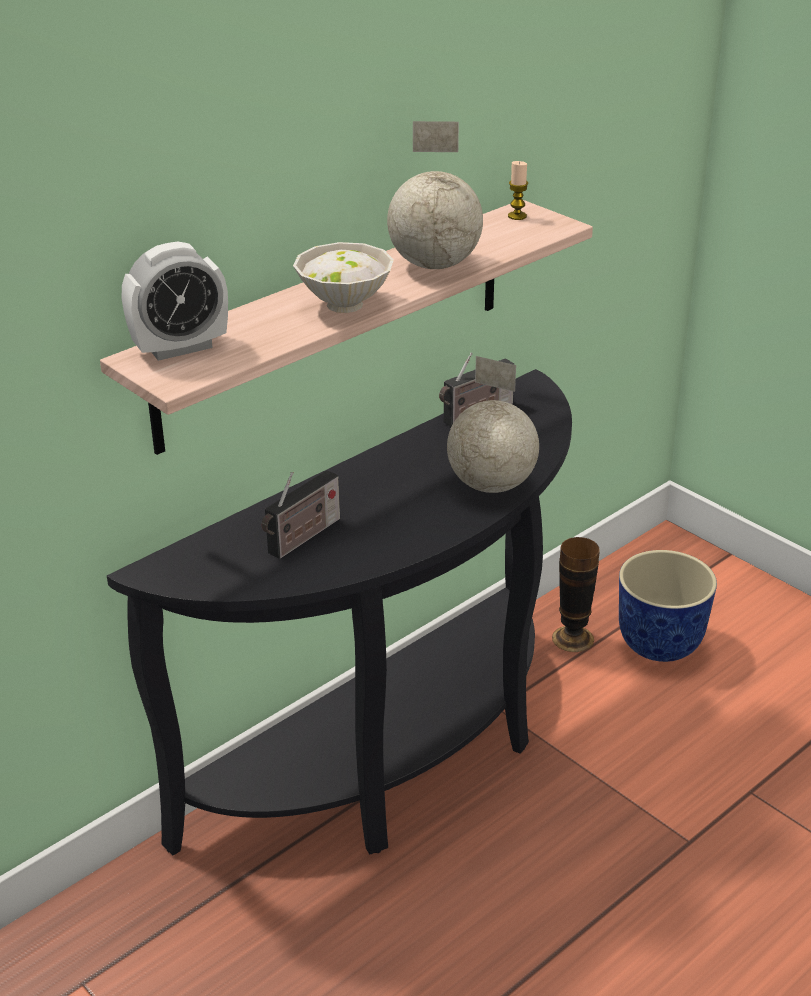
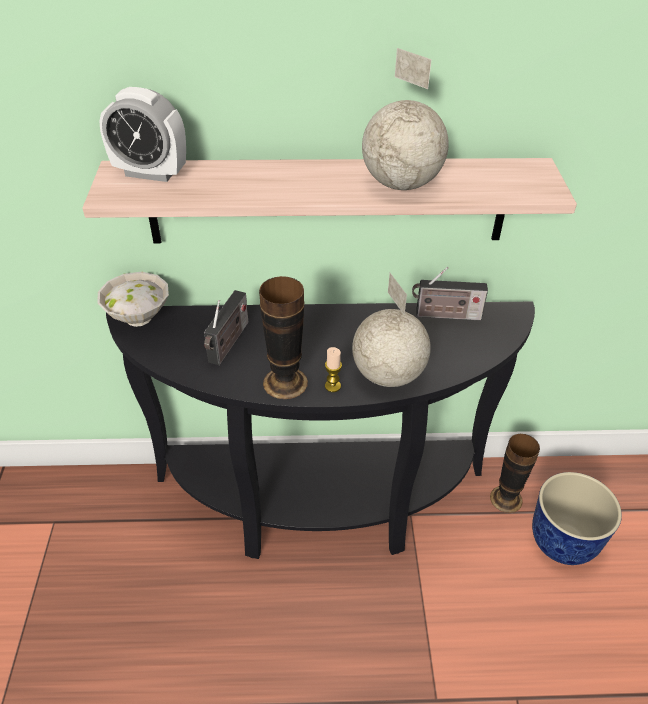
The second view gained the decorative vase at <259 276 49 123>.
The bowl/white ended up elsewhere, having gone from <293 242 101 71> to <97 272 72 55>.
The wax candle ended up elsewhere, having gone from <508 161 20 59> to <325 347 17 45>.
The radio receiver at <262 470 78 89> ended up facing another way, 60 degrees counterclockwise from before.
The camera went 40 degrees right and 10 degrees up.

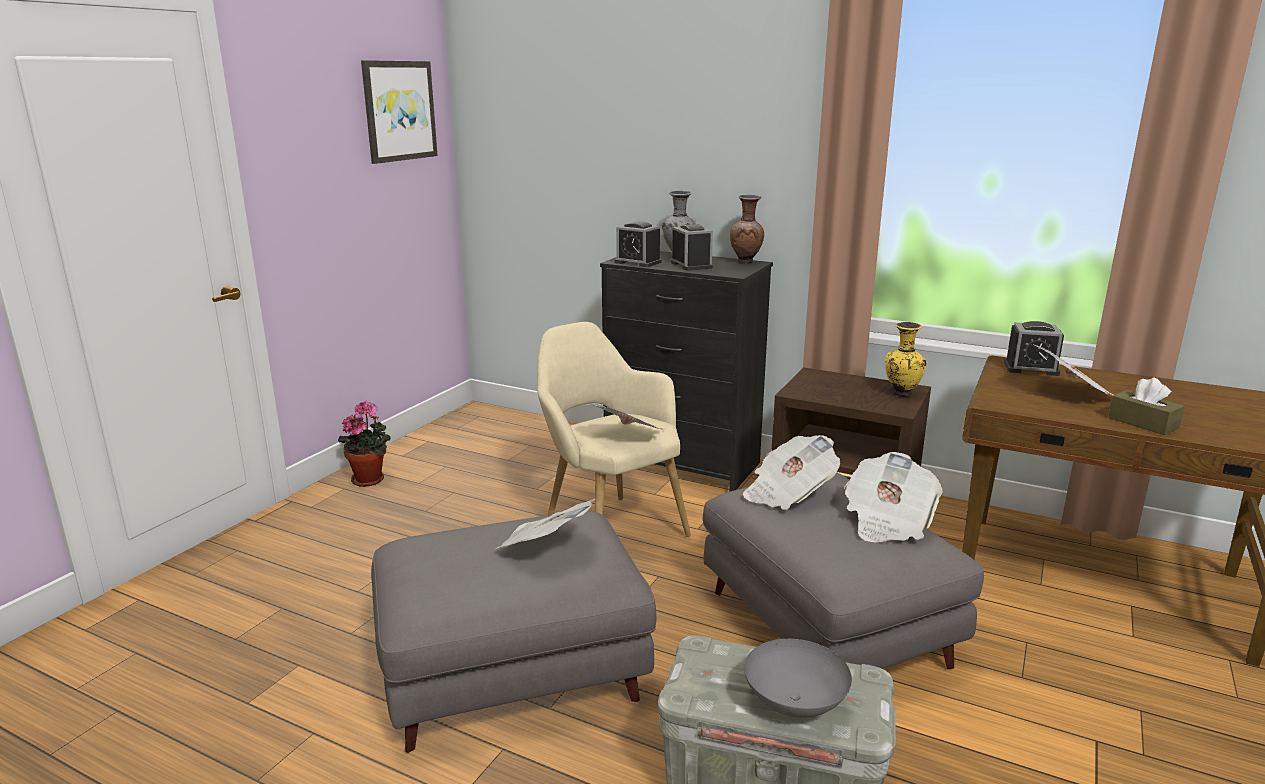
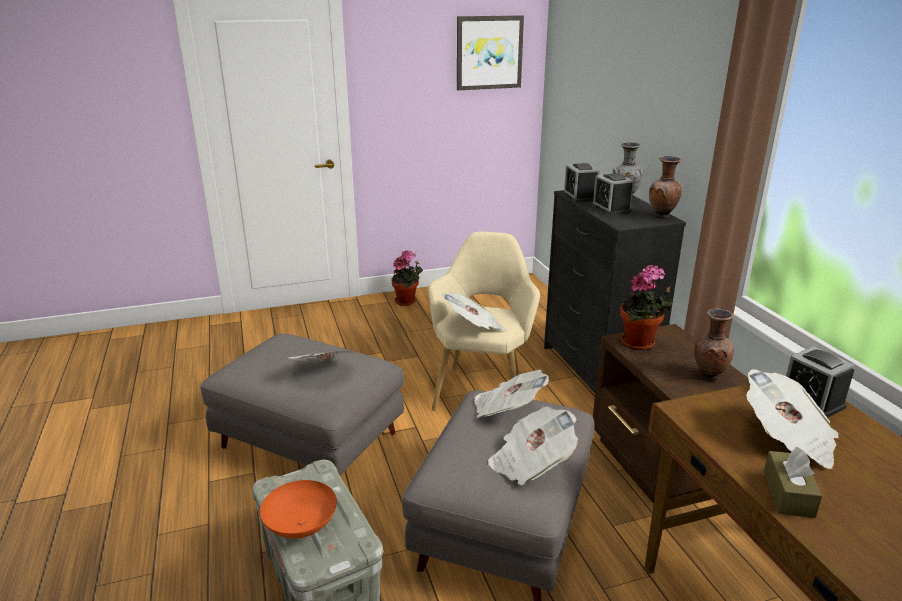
The second view gained the plant in a pot at <621 265 52 85>.
What was the bowl/grey at <744 639 108 79> turned into the bowl/orange at <260 480 77 59>.
What was the decorative vase/yellow-coloured at <885 322 41 75> turned into the decorative vase/brown-coloured at <694 309 40 72>.
The table clock at <671 224 42 47> ended up facing another way, 135 degrees clockwise from before.
The camera went 45 degrees right and 5 degrees up.

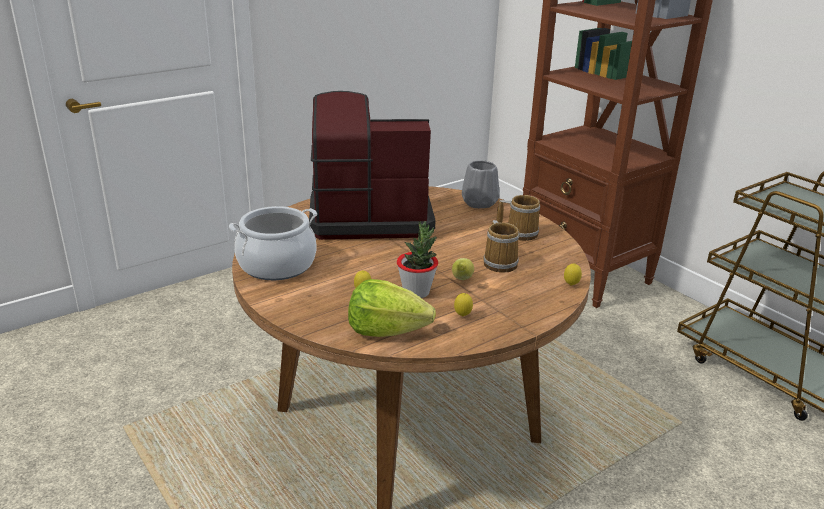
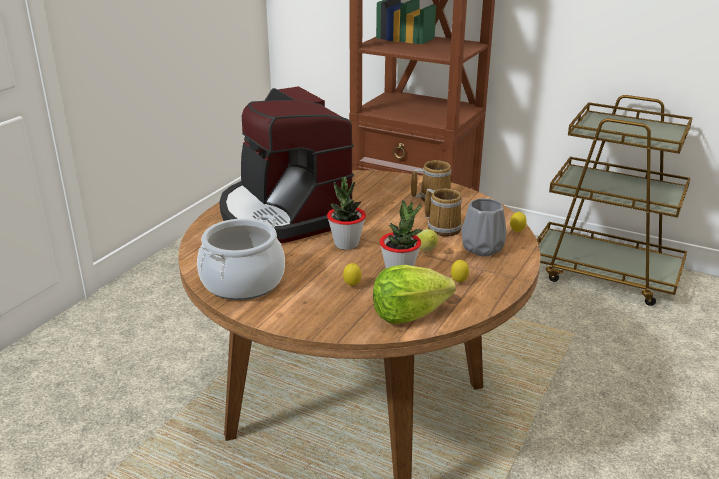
The second view gained the plant in a pot at <327 177 39 73>.
The decorative vase/grey ended up elsewhere, having gone from <462 161 37 47> to <461 198 46 58>.
The coffee brewer at <309 91 127 149> ended up facing another way, 90 degrees counterclockwise from before.
The camera went 25 degrees left and 0 degrees up.

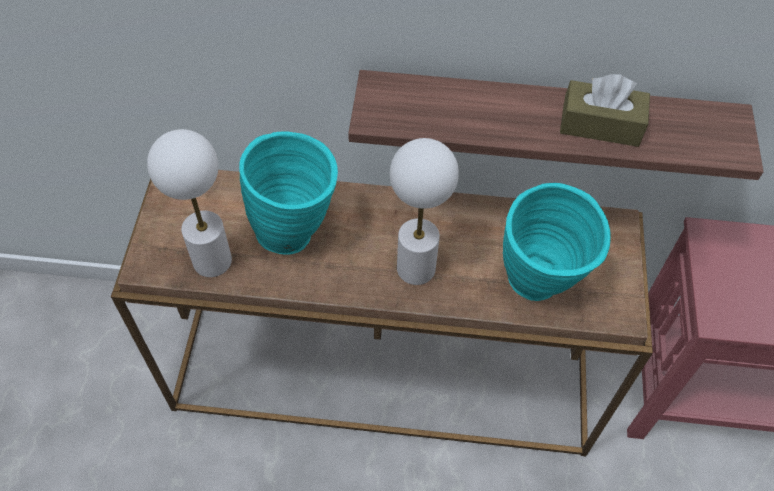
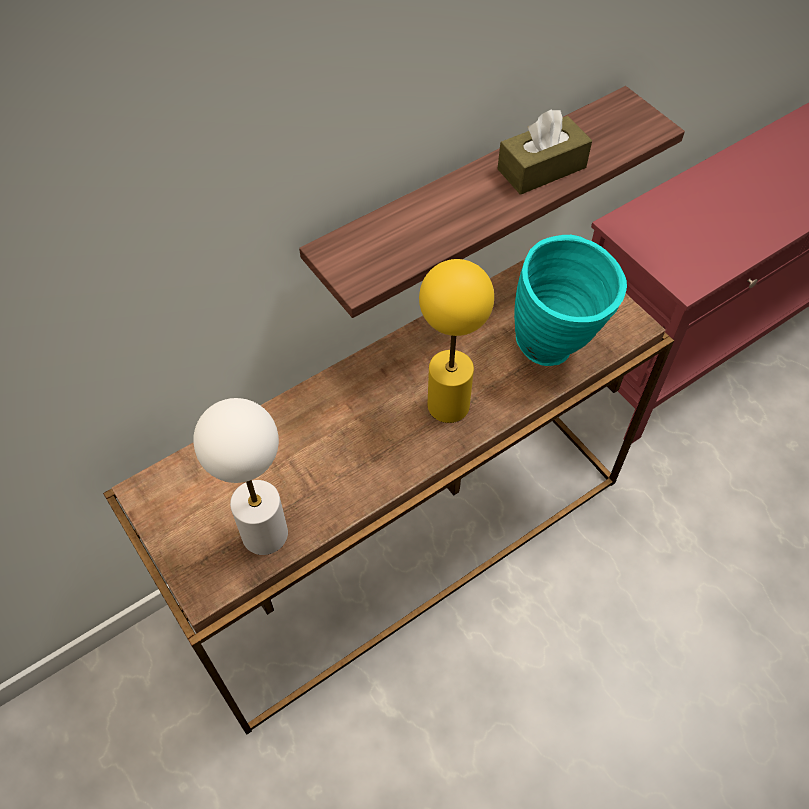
The second view lost the decorative vase/turquoise at <239 132 99 123>.
What was the tabletop lamp/white at <390 138 69 147> turned into the tabletop lamp/yellow-coloured at <419 259 75 164>.
The camera went 40 degrees left and 0 degrees up.

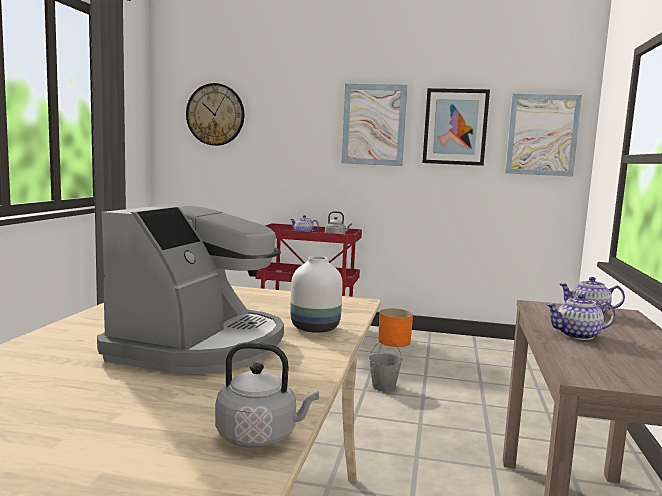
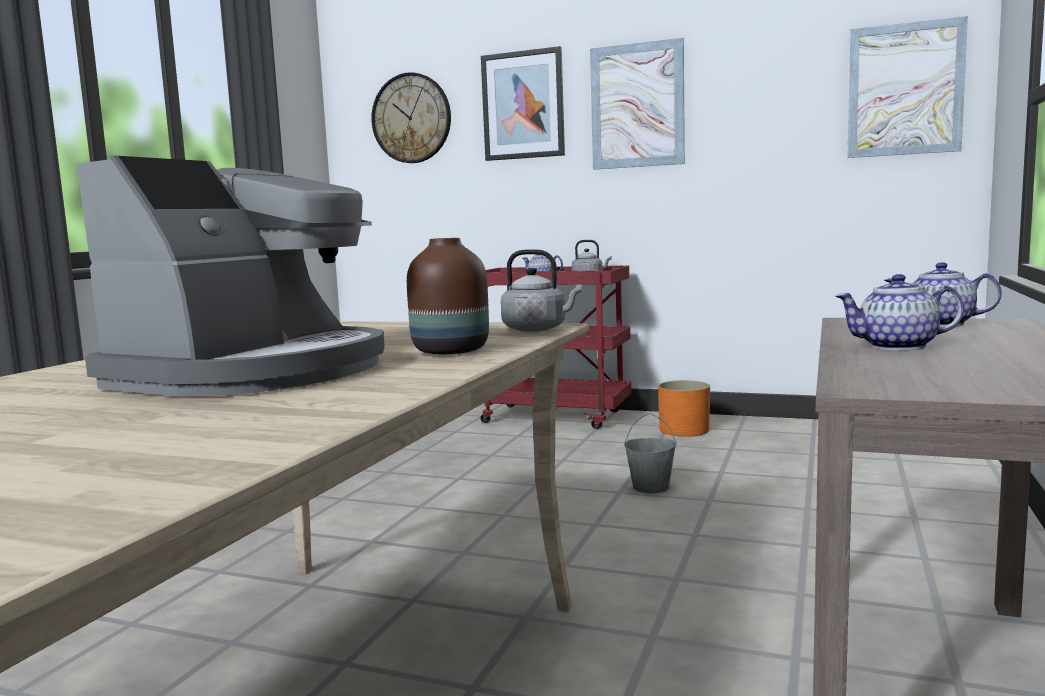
The water kettle/grey ended up elsewhere, having gone from <215 342 104 106> to <501 249 81 83>.
The wall picture ended up elsewhere, having gone from <422 88 68 78> to <481 46 84 115>.
What was the decorative vase/white at <290 256 53 77> turned into the decorative vase/brown-coloured at <407 238 82 116>.
The camera went 10 degrees right and 0 degrees up.

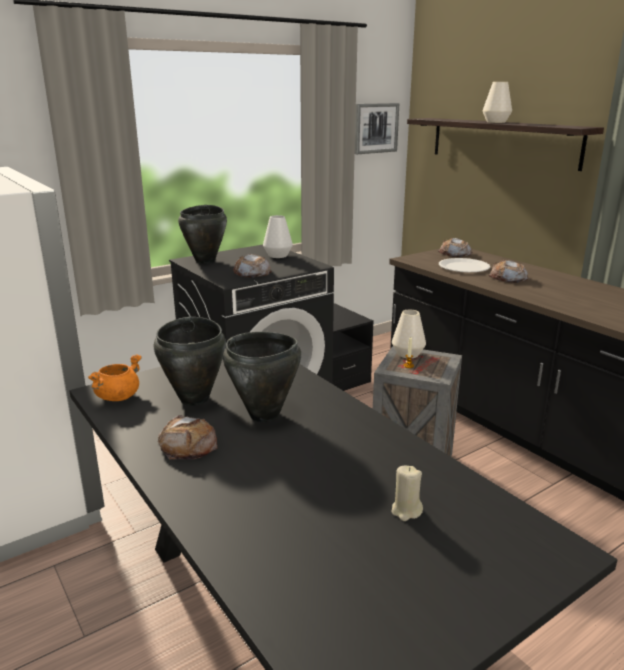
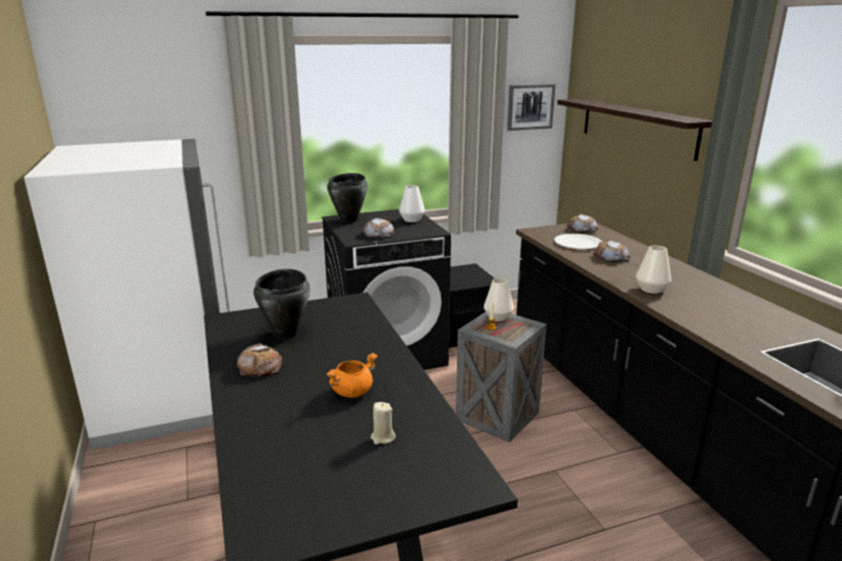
The second view lost the stockpot/black at <223 332 79 90>.
The stockpot/orange ended up elsewhere, having gone from <88 354 54 47> to <327 353 51 45>.
The decorative vase/white ended up elsewhere, having gone from <483 82 29 41> to <636 246 35 48>.
The camera went 15 degrees right and 0 degrees up.

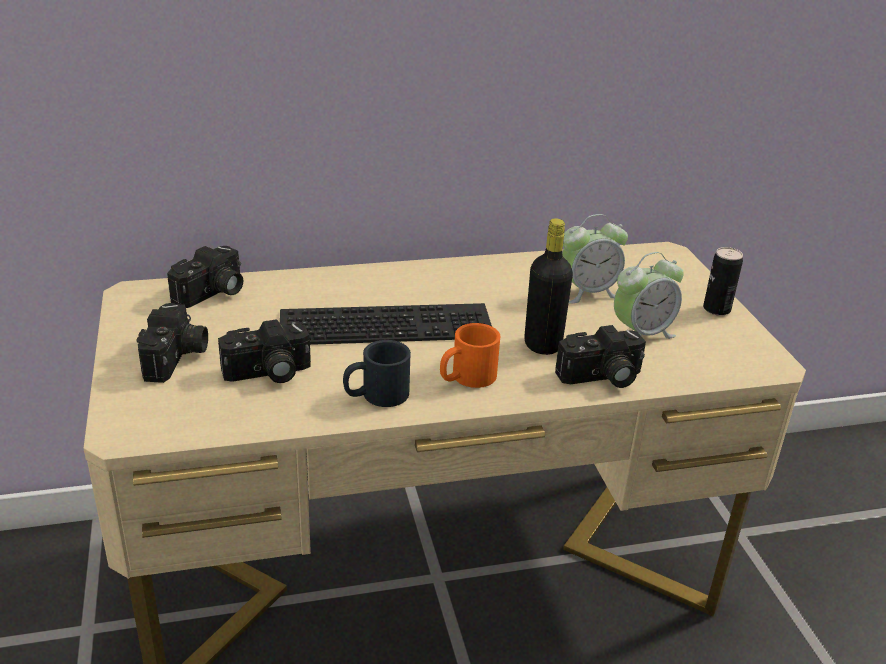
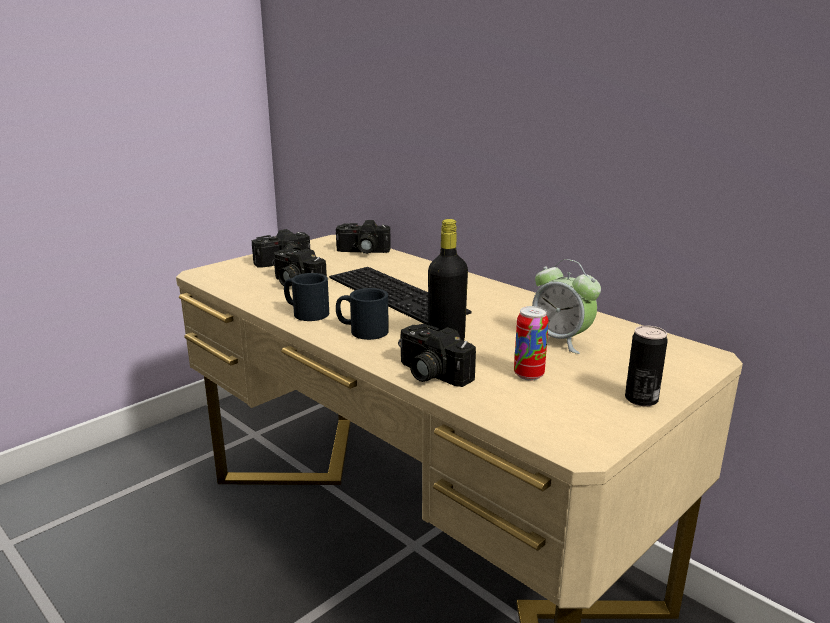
Where the table clock stood at <614 252 70 87>, the sealed can came to stand at <514 306 35 75>.
What was the coffee mug/orange at <440 323 60 65> turned into the coffee mug/black at <336 288 53 52>.
The camera went 60 degrees right and 10 degrees down.

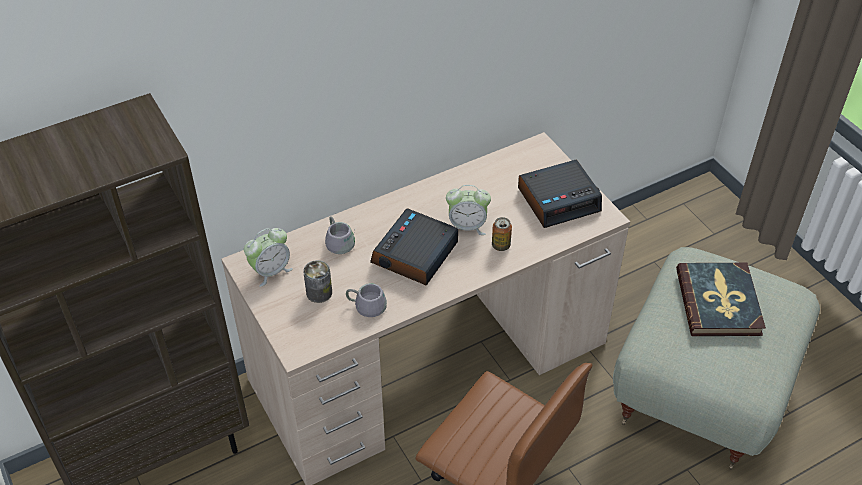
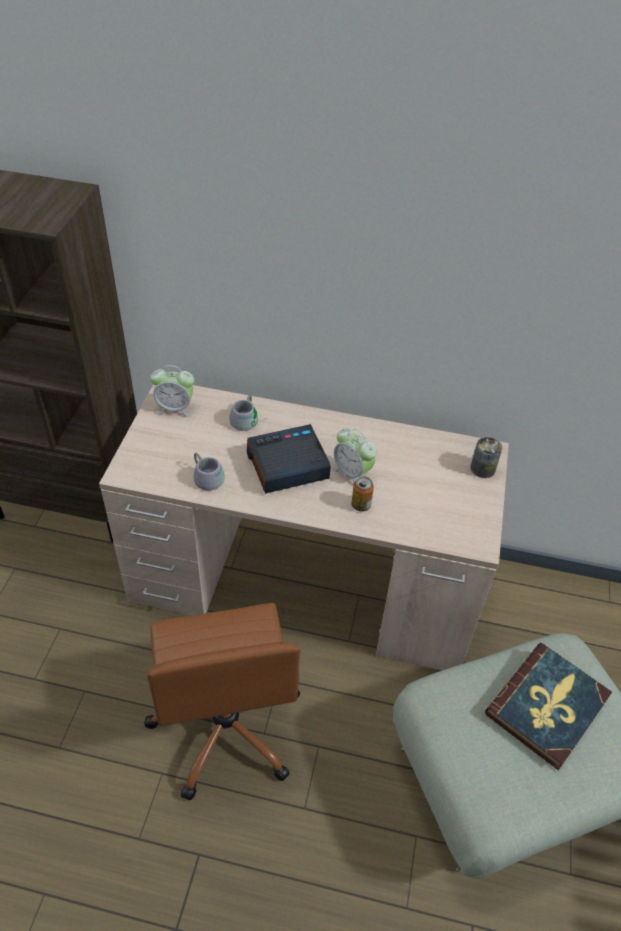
The second view lost the table clock at <518 160 84 68>.
The sealed can ended up elsewhere, having gone from <303 260 29 43> to <471 437 31 41>.
The camera went 40 degrees right and 0 degrees up.

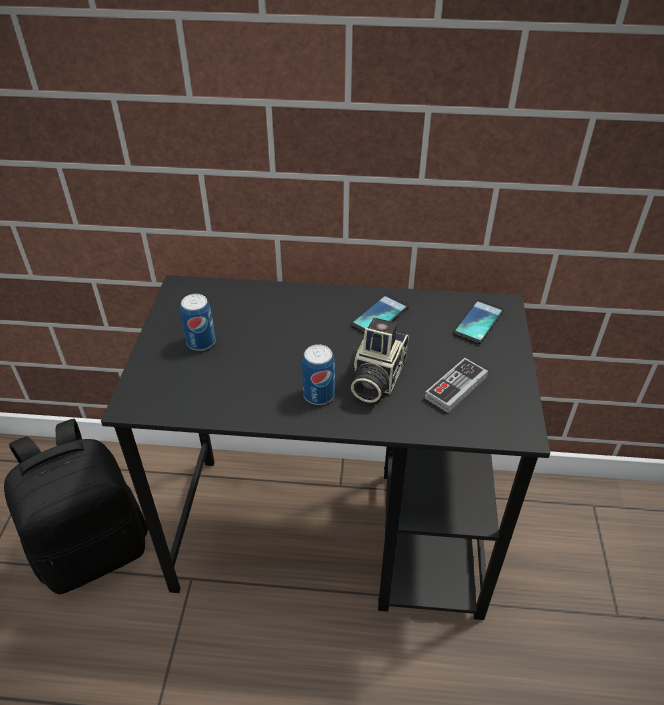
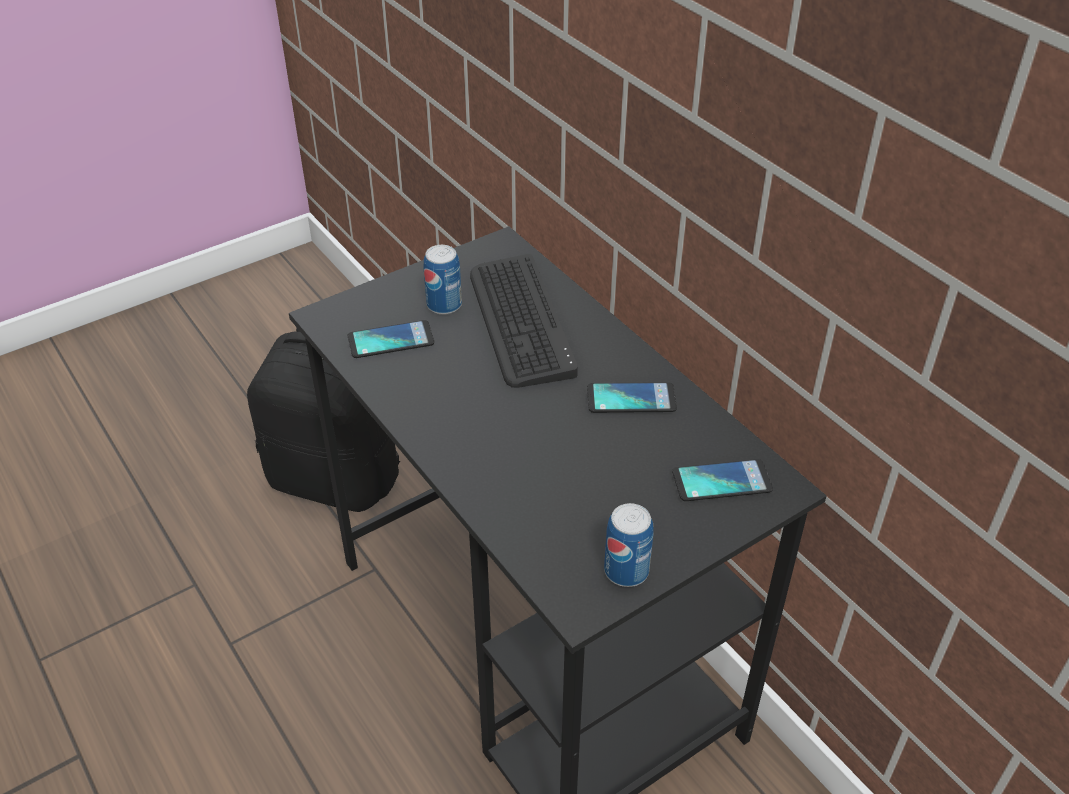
The second view lost the still camera at <349 317 60 86>.
The second view lost the game controller at <425 358 63 55>.
The second view gained the phone at <348 320 86 38>.
The second view gained the computer keyboard at <470 254 108 134>.
The sealed can ended up elsewhere, having gone from <302 344 33 61> to <604 503 50 84>.
The camera went 50 degrees right and 0 degrees up.

